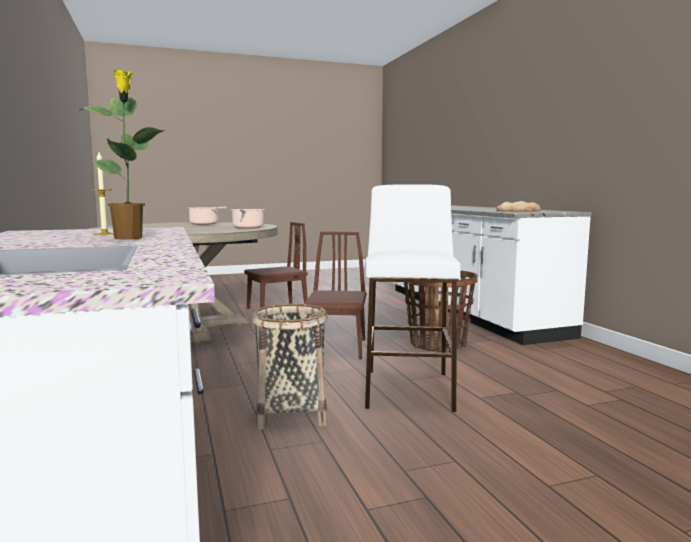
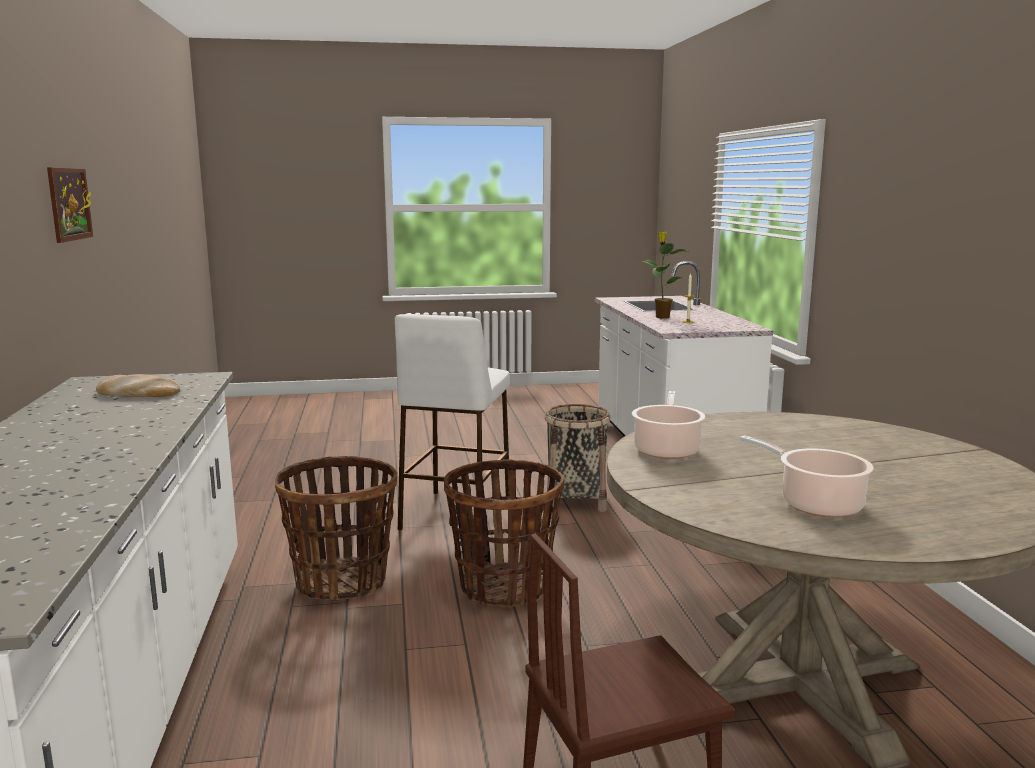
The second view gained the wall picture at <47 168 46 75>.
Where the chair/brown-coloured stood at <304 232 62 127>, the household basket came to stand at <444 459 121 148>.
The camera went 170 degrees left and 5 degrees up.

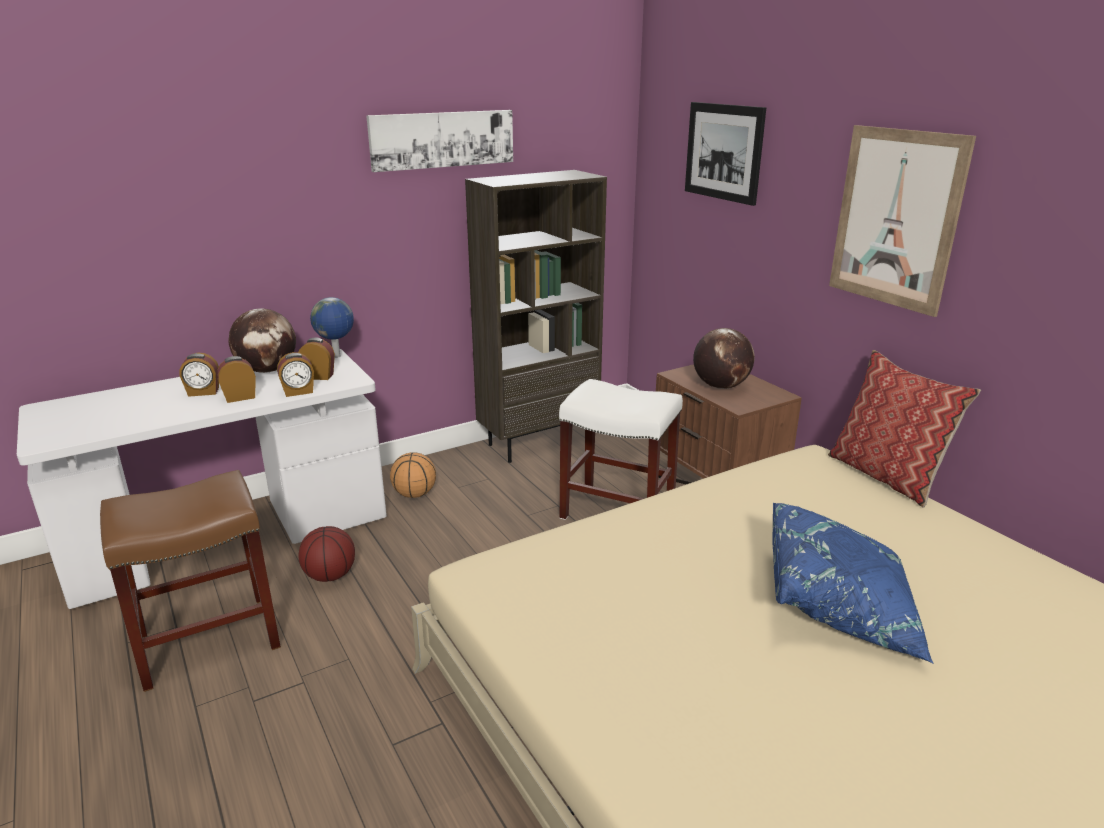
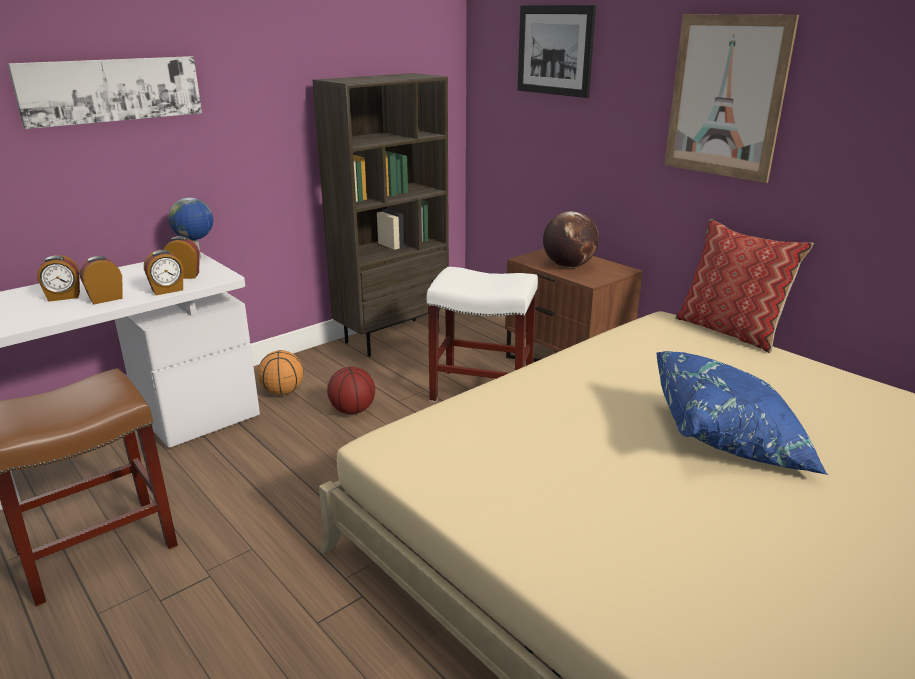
The second view lost the world globe at <228 308 68 65>.
The ball for basketball ended up elsewhere, having gone from <298 526 57 56> to <327 367 48 47>.
The wall picture ended up elsewhere, having gone from <366 110 147 62> to <7 56 195 73>.
The camera went 10 degrees left and 0 degrees up.

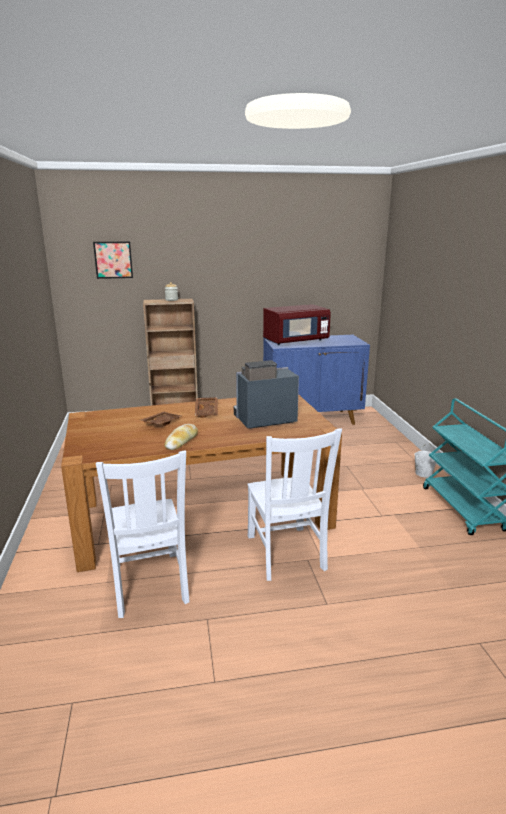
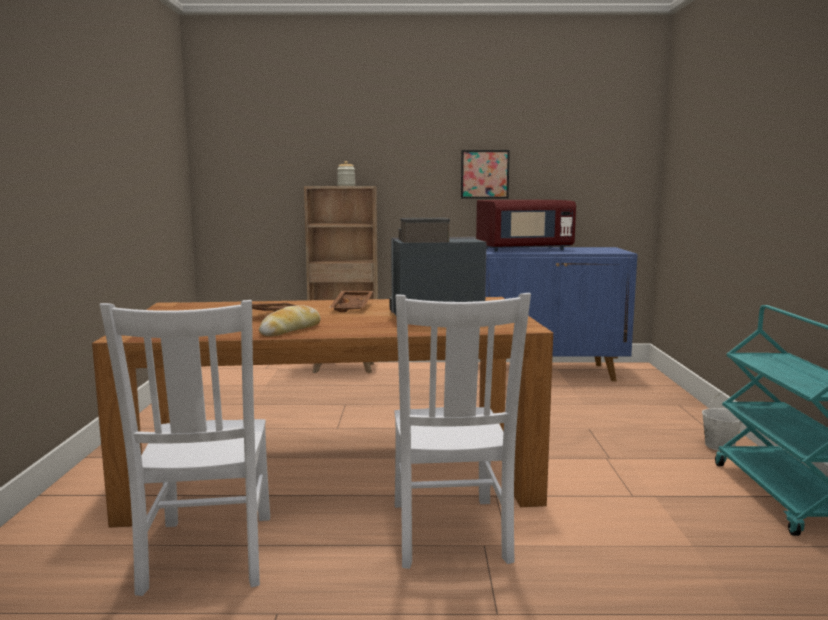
The wall picture ended up elsewhere, having gone from <93 242 40 37> to <461 150 49 49>.
The camera went 10 degrees right and 10 degrees down.

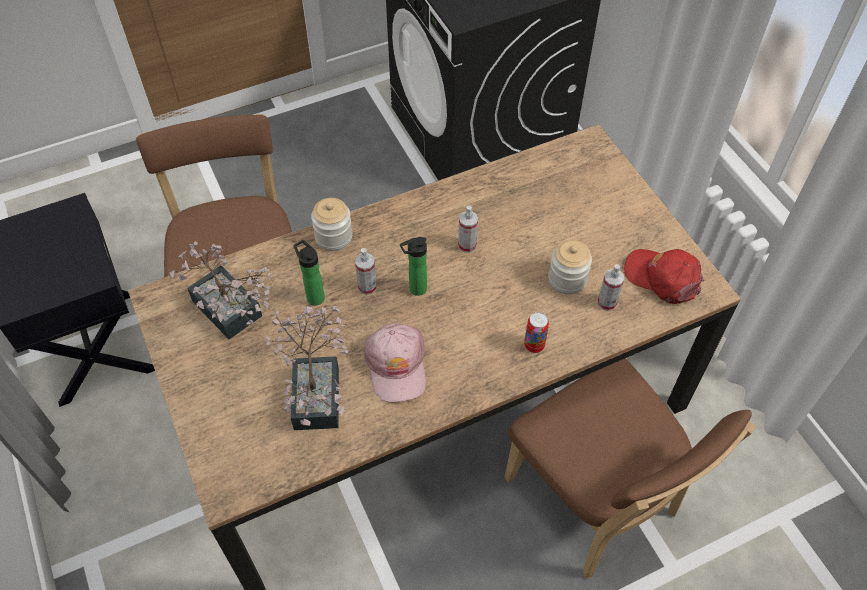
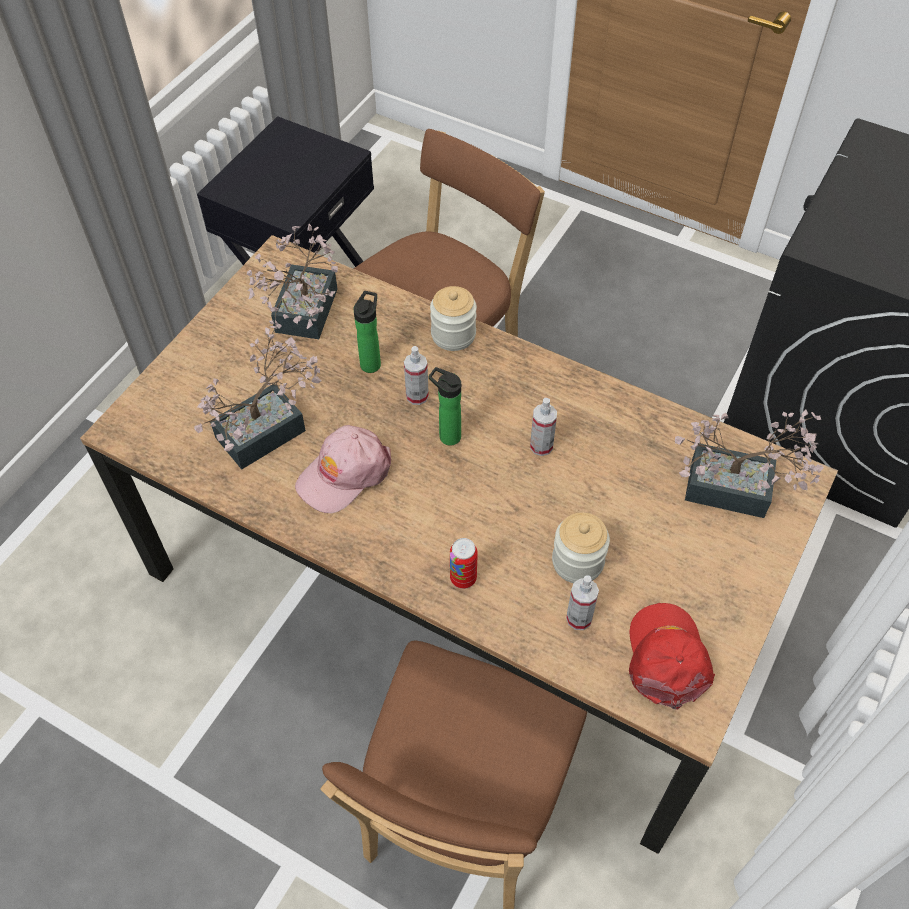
The second view gained the plant in a pot at <675 409 149 109>.
The camera went 55 degrees right and 0 degrees up.

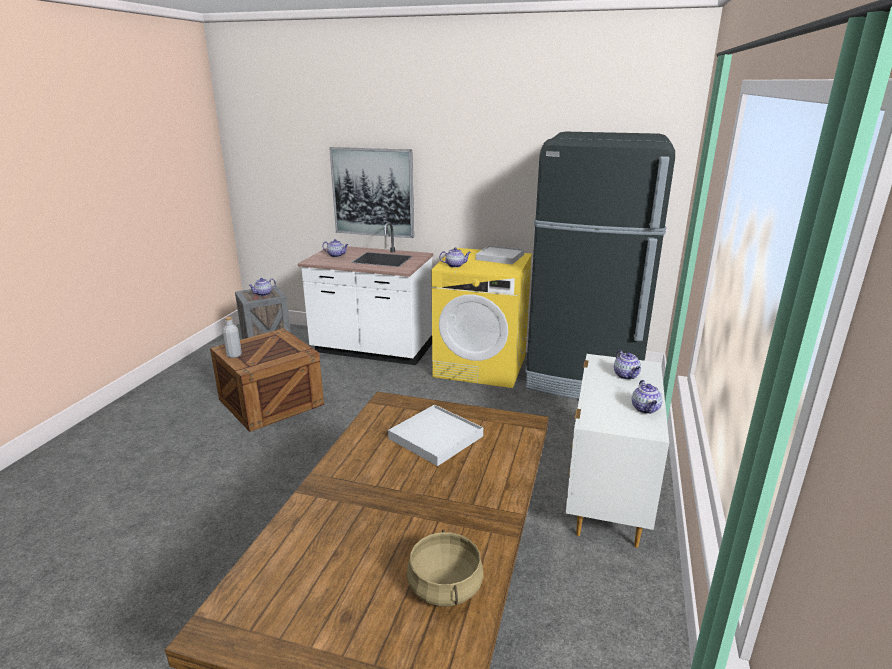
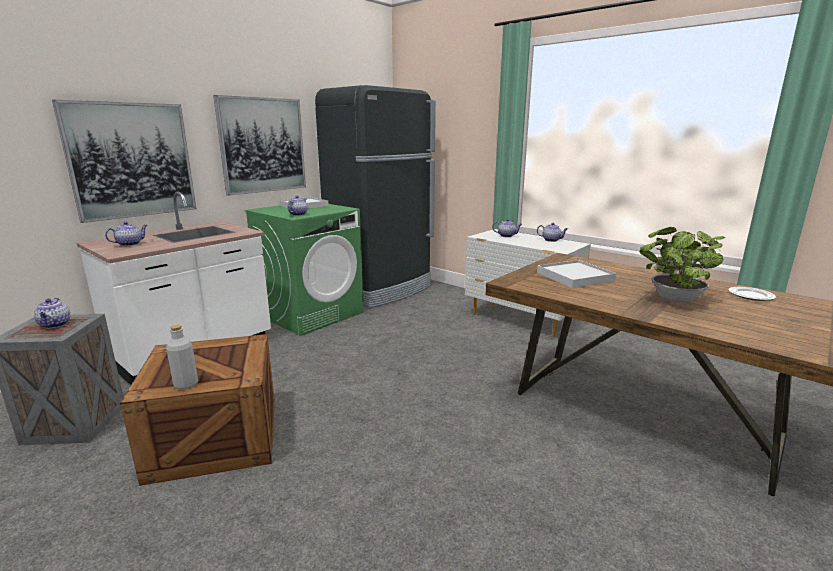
The second view gained the wall picture at <213 95 93 101>.
The second view gained the plant in a pot at <639 227 86 77>.
Where the stockpot/beige-coloured stood at <407 530 77 76>, the plate came to stand at <728 287 48 14>.
What was the laundry appliance/yellow-coloured at <431 248 101 140> turned into the laundry appliance/greenish at <245 204 119 132>.
The camera went 65 degrees left and 5 degrees down.

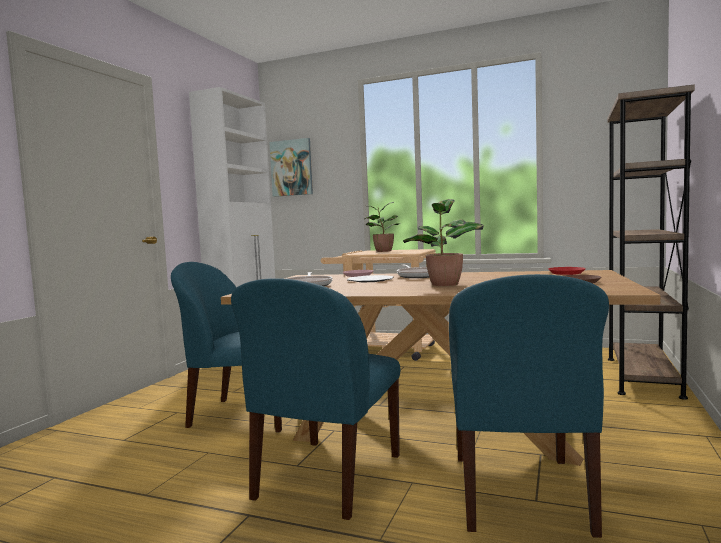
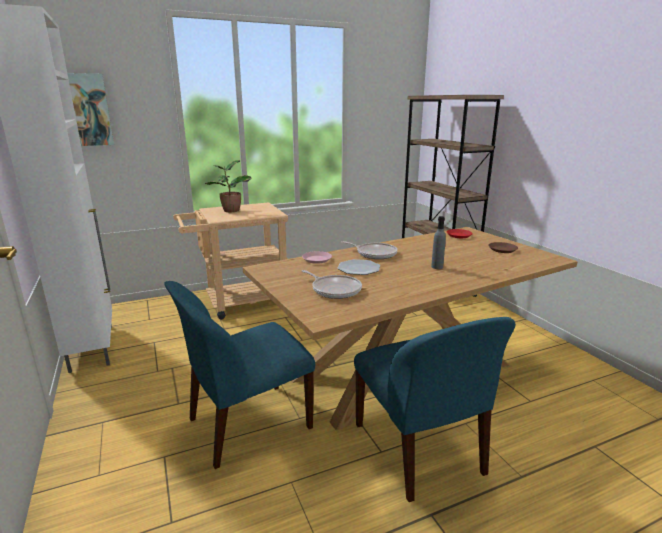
The second view lost the chair/blue at <449 274 160 264>.
Where the plant in a pot stood at <403 199 81 87>, the bottle/grey came to stand at <431 216 15 53>.
The camera went 45 degrees left and 15 degrees up.

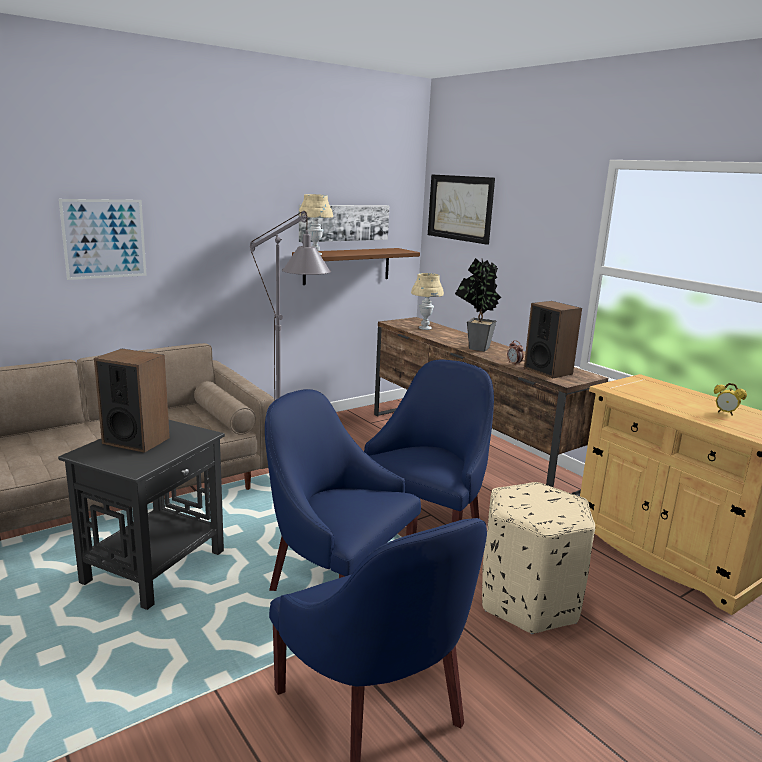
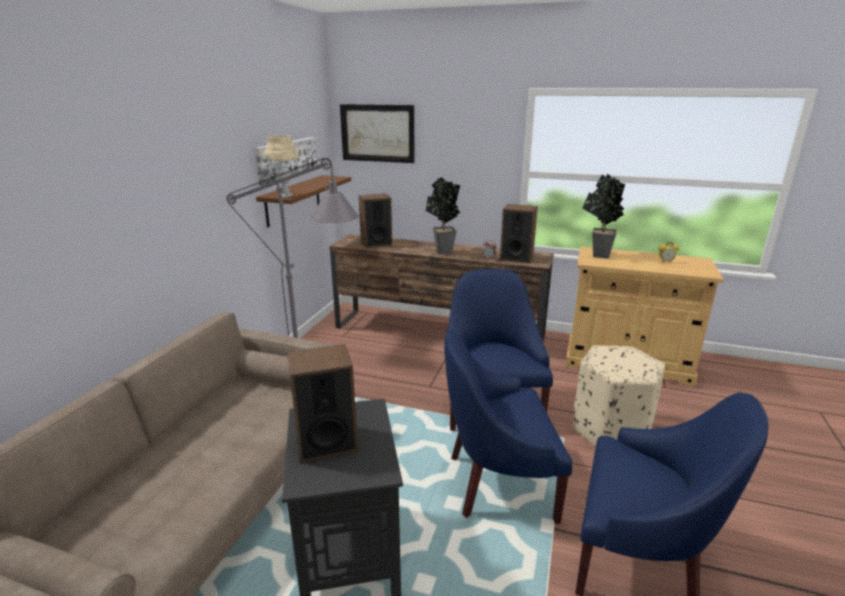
The second view lost the wall picture at <59 199 88 81>.
The second view gained the plant in a pot at <582 173 43 86>.
Where the tabletop lamp/beige-coloured stood at <411 273 33 57>, the audio speaker came to stand at <359 194 33 54>.
The camera went 35 degrees left and 5 degrees up.

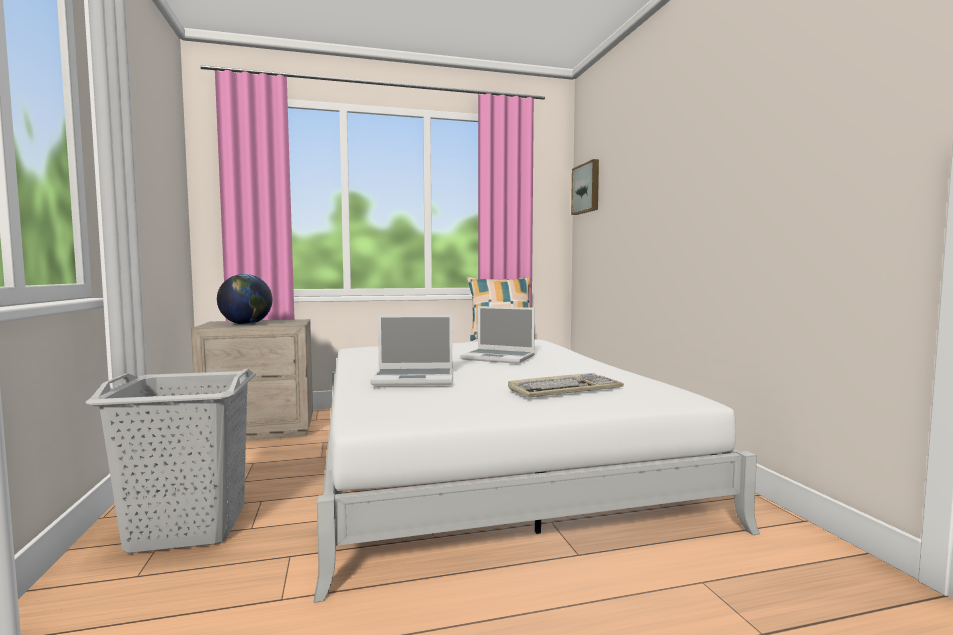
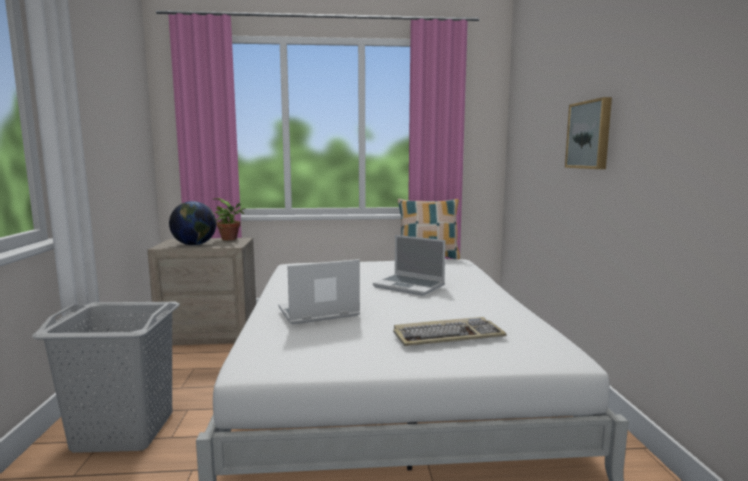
The second view gained the plant in a pot at <214 198 32 43>.
The wall picture ended up elsewhere, having gone from <571 159 28 56> to <565 97 47 72>.
The portable computer at <370 315 83 71> ended up facing another way, 150 degrees clockwise from before.
The camera went 10 degrees right and 5 degrees up.

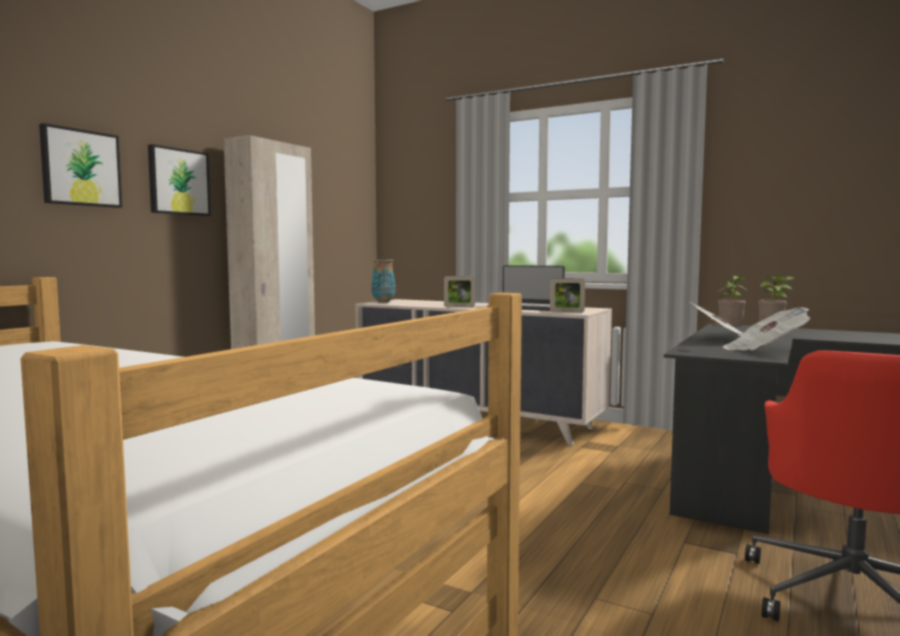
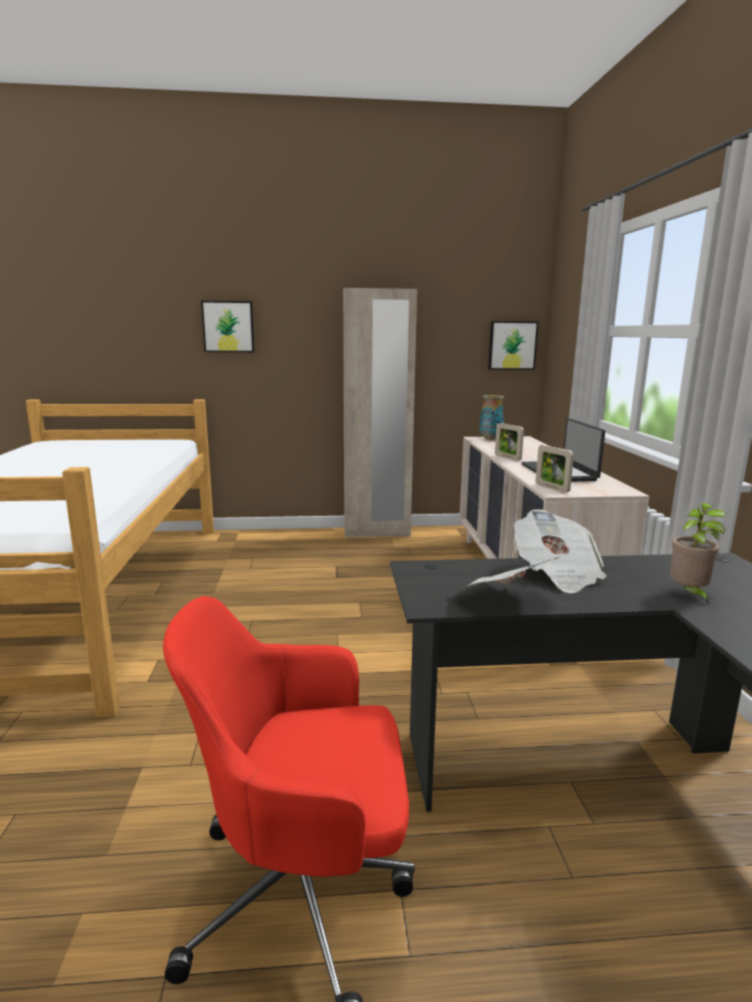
The second view lost the plant in a pot at <718 276 29 53>.
The wall picture ended up elsewhere, having gone from <148 144 63 72> to <488 321 51 49>.
The camera went 55 degrees right and 10 degrees up.

